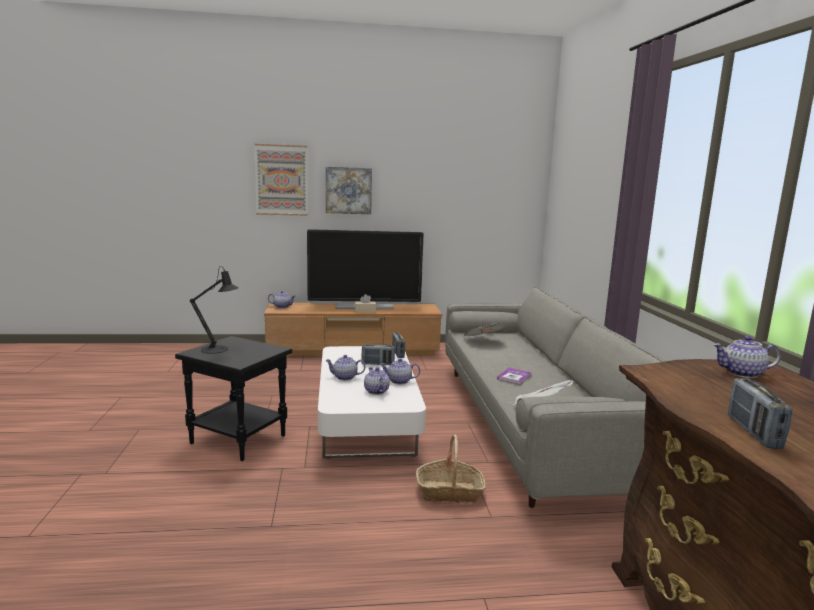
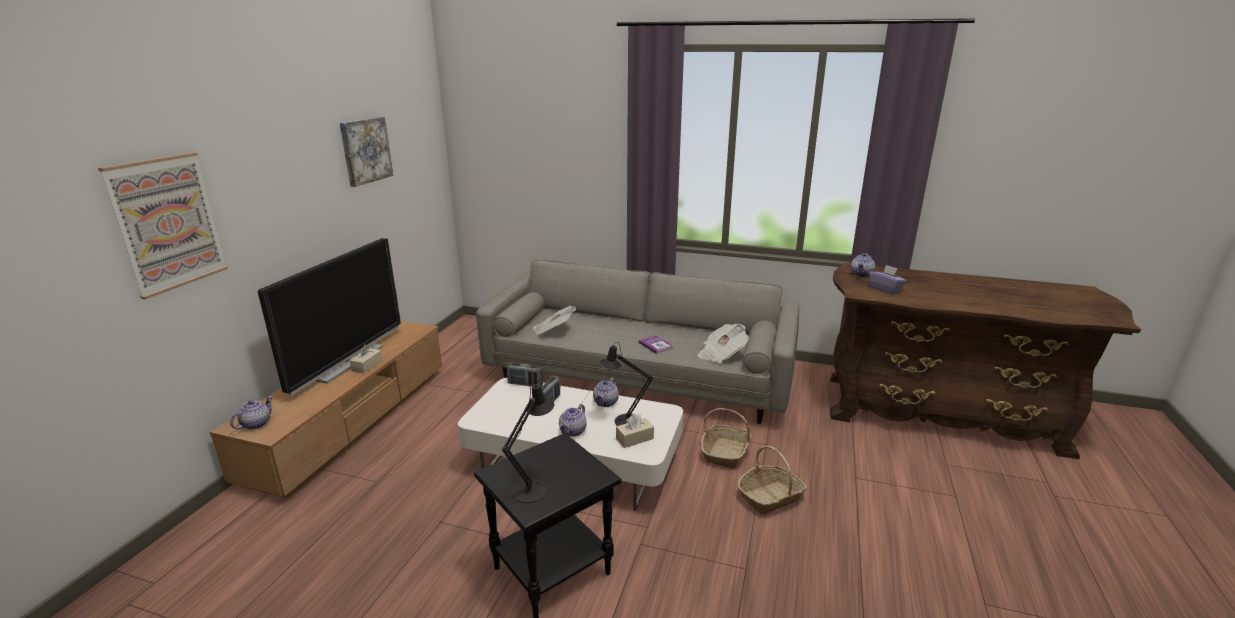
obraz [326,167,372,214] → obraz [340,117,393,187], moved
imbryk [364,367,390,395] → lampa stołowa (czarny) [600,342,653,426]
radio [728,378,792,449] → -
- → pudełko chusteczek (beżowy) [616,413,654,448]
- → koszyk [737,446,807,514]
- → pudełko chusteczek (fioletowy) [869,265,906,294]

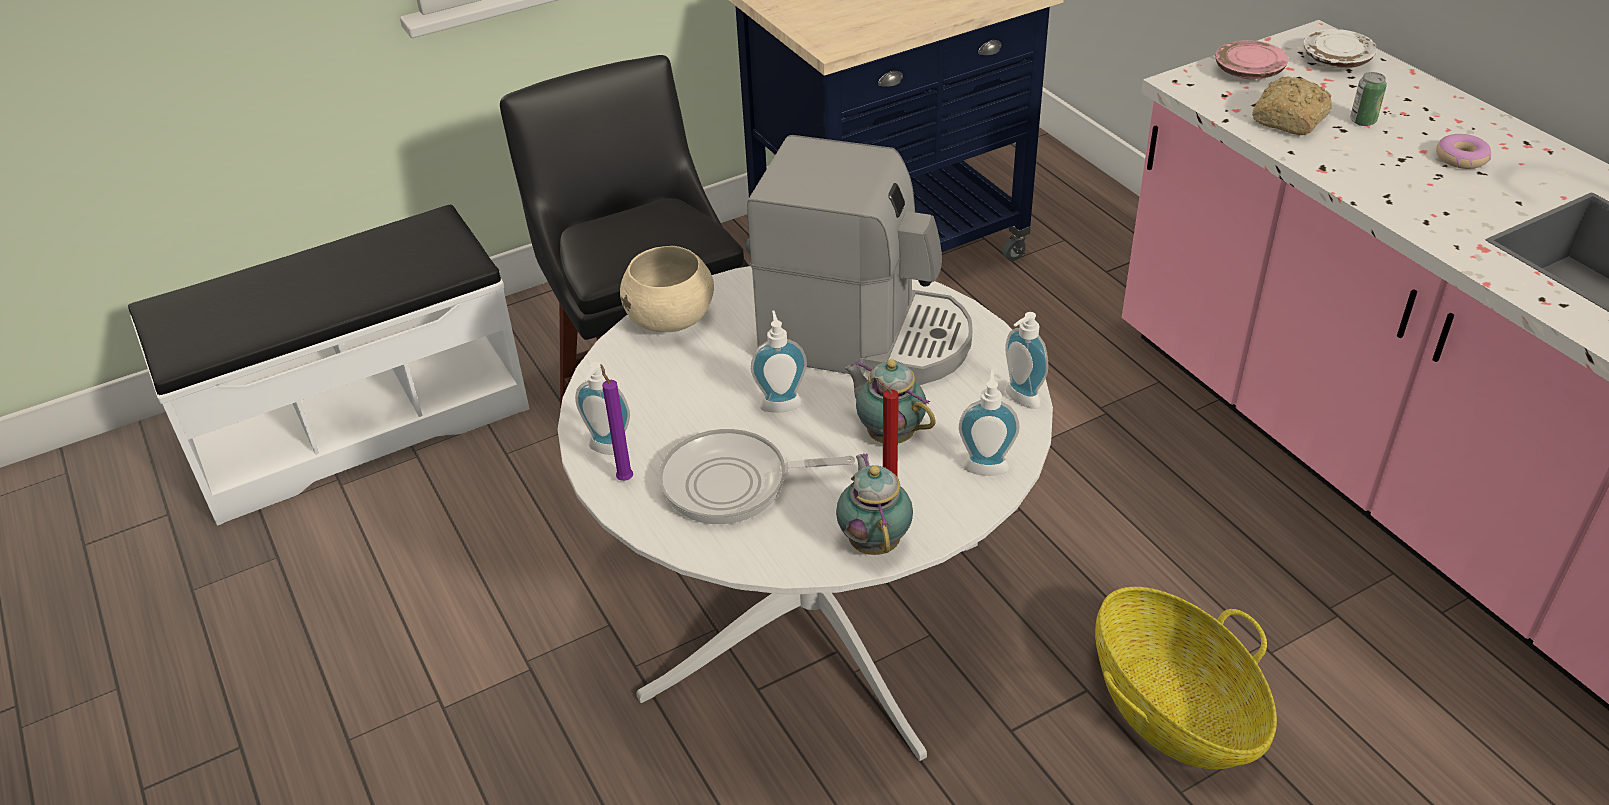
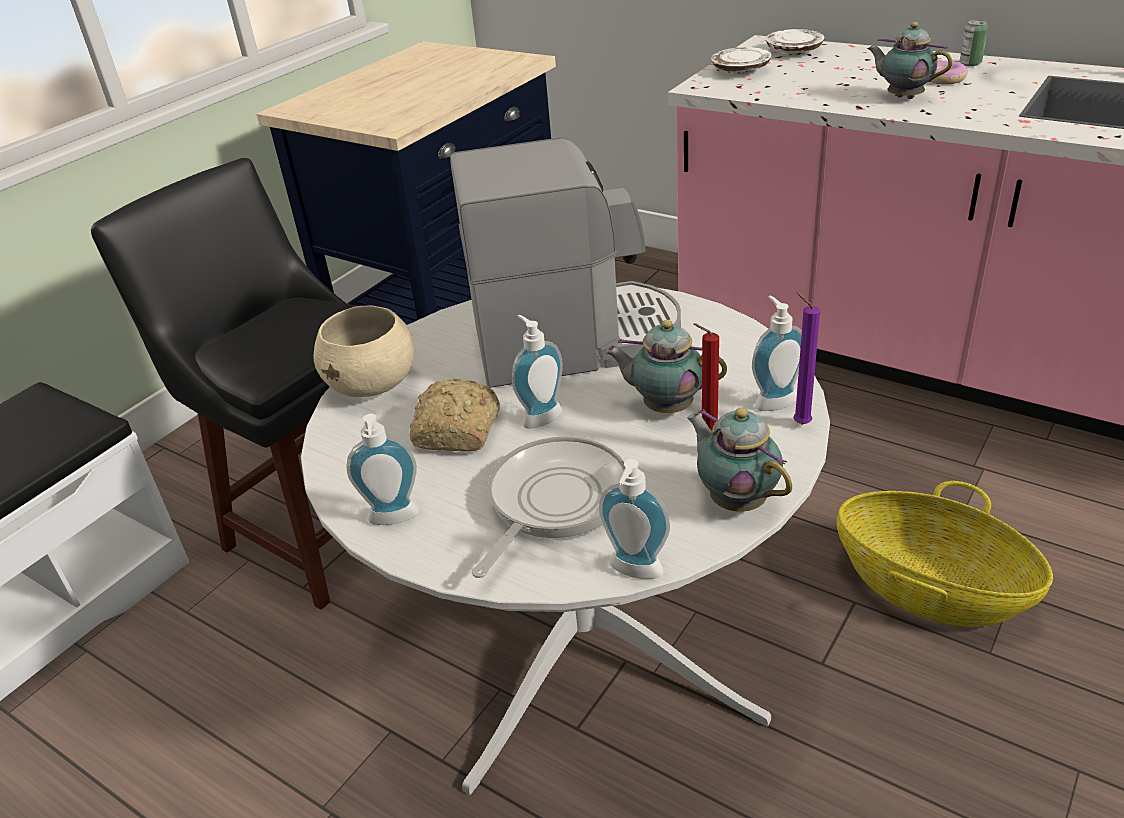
świeca (fioletowy) [601,365,633,481] → świeca (fioletowy) [793,292,820,425], moved
patelnia [659,429,855,524] → patelnia [472,436,625,578], 150 degrees clockwise
dozownik mydła [1005,312,1048,409] → dozownik mydła [599,459,670,579], moved
talerz (różowy) [1215,40,1289,80] → talerz (biały) [711,47,771,75]
chleb [1252,77,1332,135] → chleb [410,379,500,452], moved
puszka [1350,72,1387,126] → puszka [960,20,988,66], moved
- → imbryk [867,22,952,99]

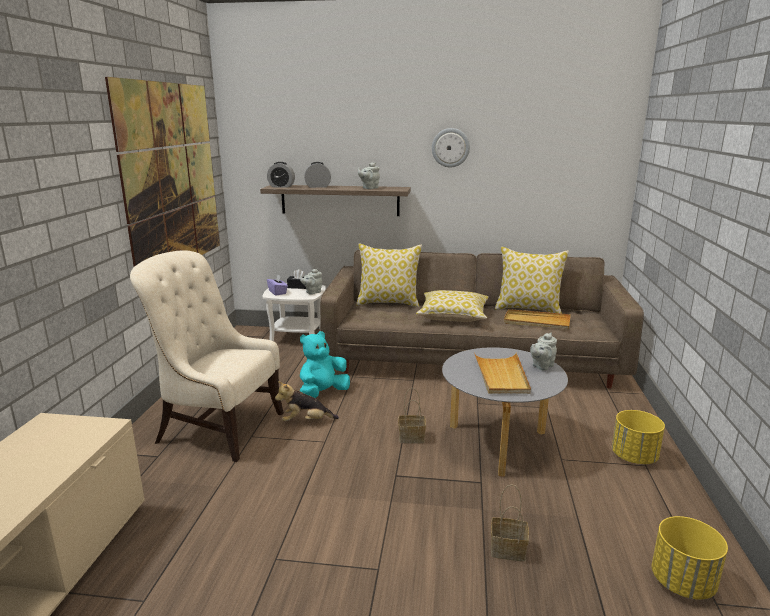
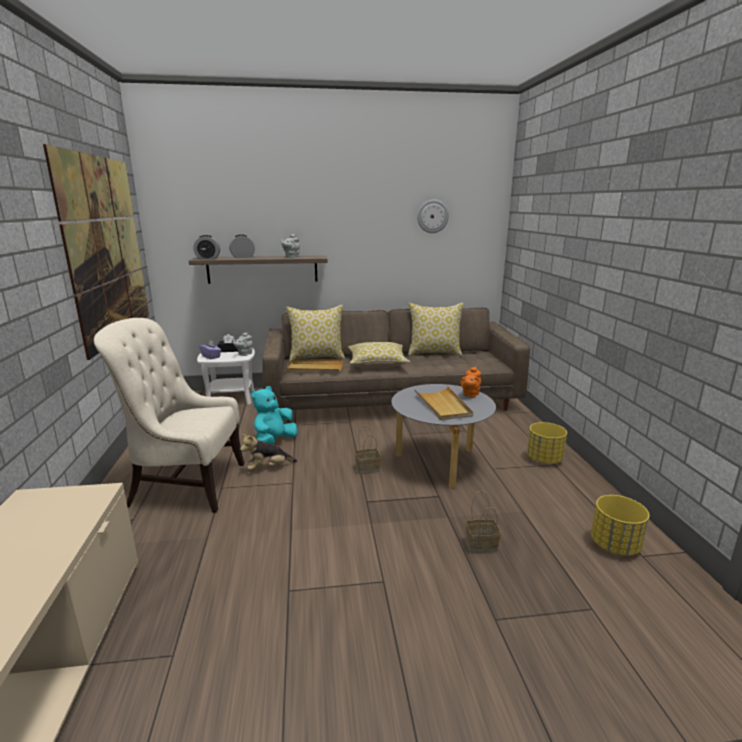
zegar ścienny [432,128,470,167] → zegar ścienny [417,200,449,233], moved
taca (beżowy) [504,309,571,329] → taca (beżowy) [285,360,343,372], moved
imbryk (szary) [530,333,557,370] → imbryk (pomarańczowy) [460,366,481,398]

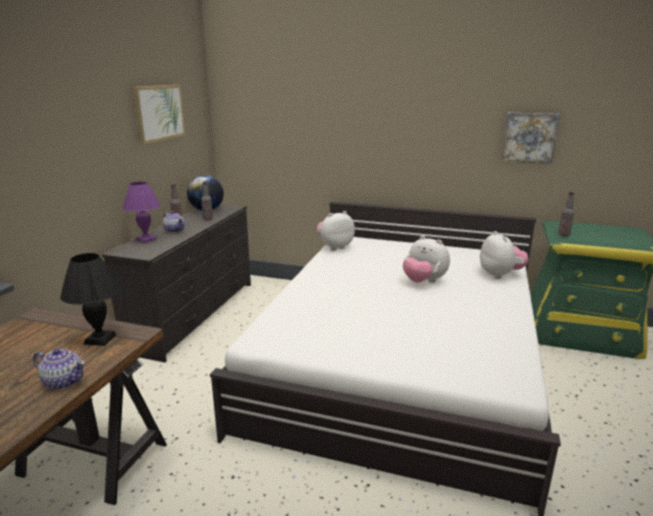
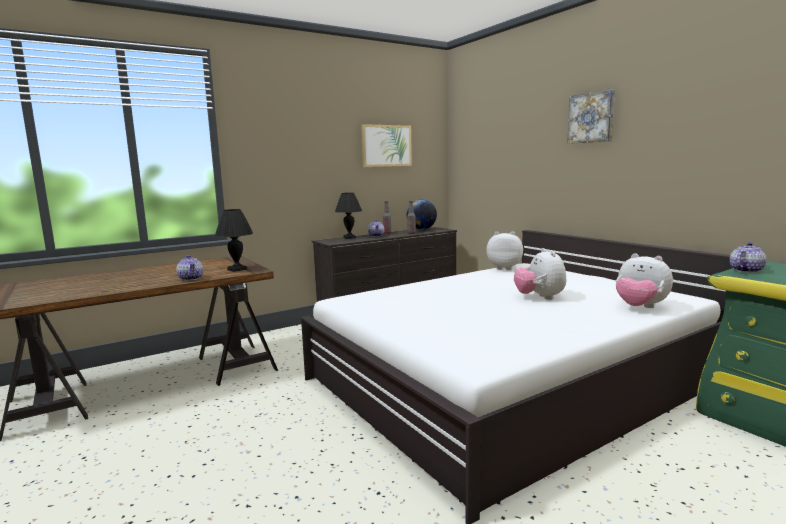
lampa stołowa (fioletowy) [123,182,160,243] → lampa stołowa (czarny) [335,193,362,239]
pluszak [480,231,529,279] → pluszak [616,253,673,308], 105 degrees clockwise
obraz [502,113,560,164] → obraz [567,90,615,144], moved
butelka [558,192,575,236] → imbryk [730,242,767,273]

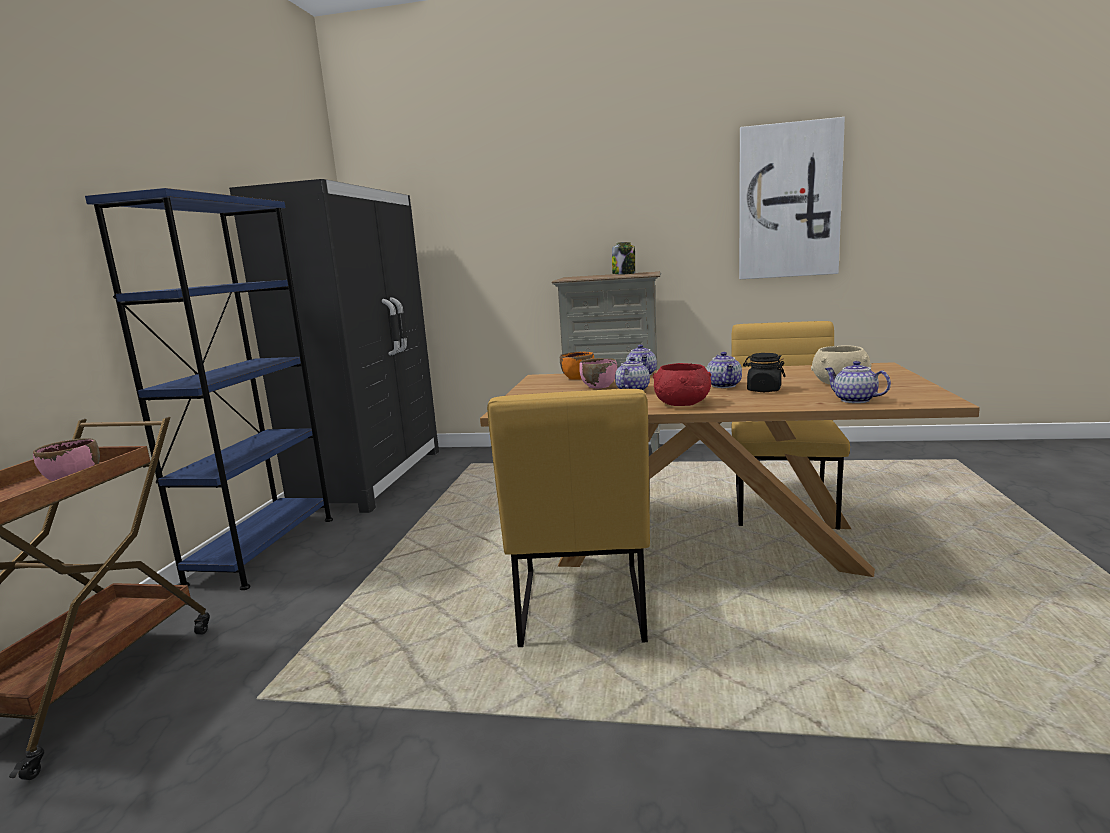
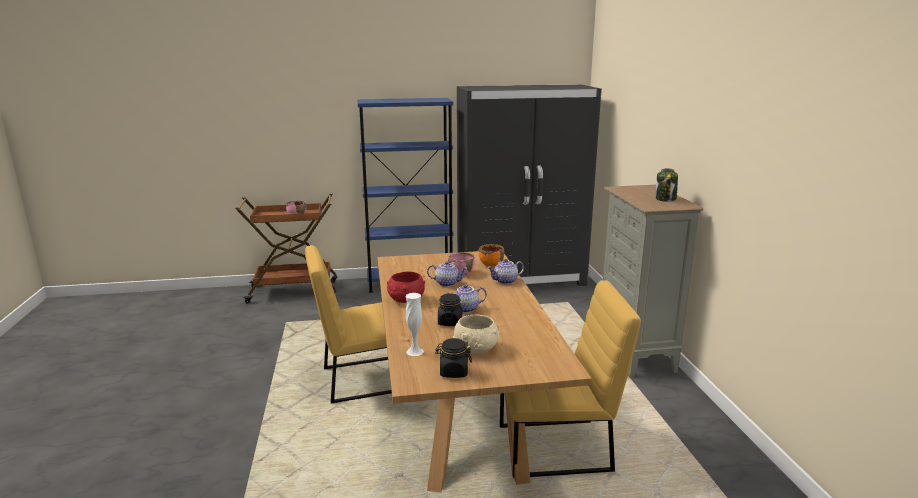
obraz [739,117,845,279] → -
imbryk [824,361,891,403] → wazon (biały) [406,293,424,356]
- → słoik (czarny) [435,338,472,378]

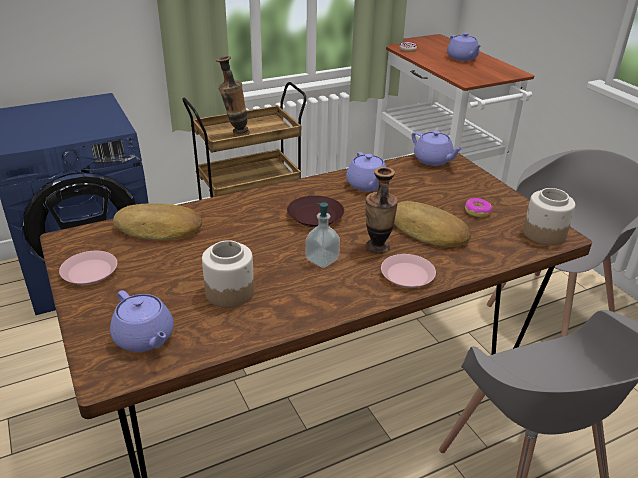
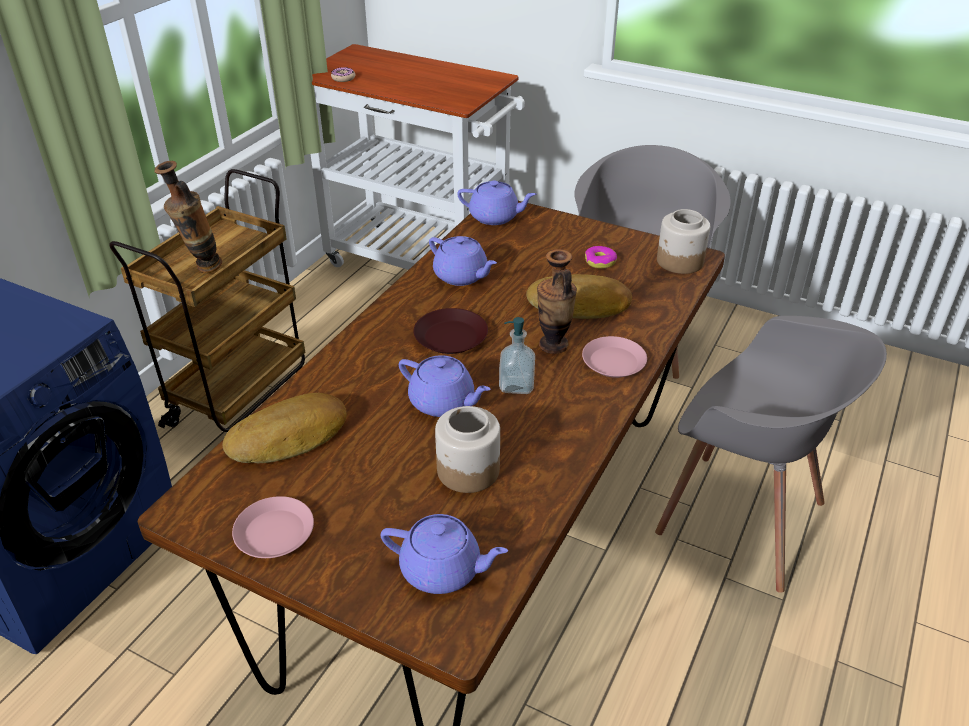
imbryk (fioletowy) [447,33,481,61] → imbryk (fioletowy) [399,355,490,417], moved

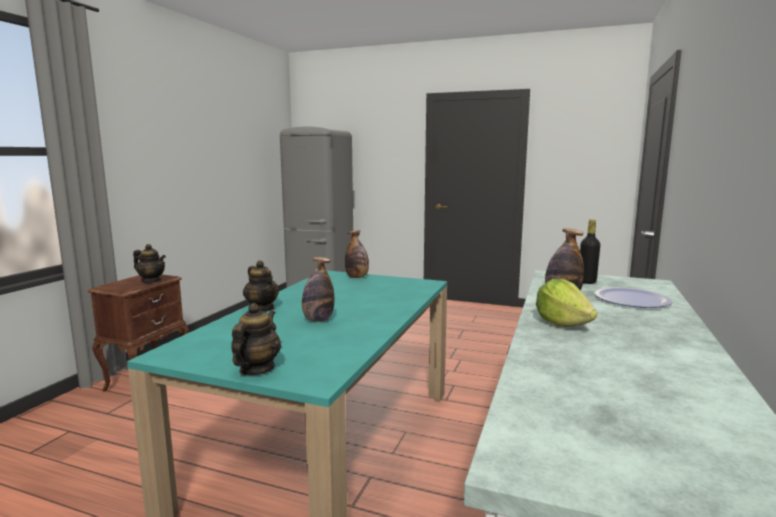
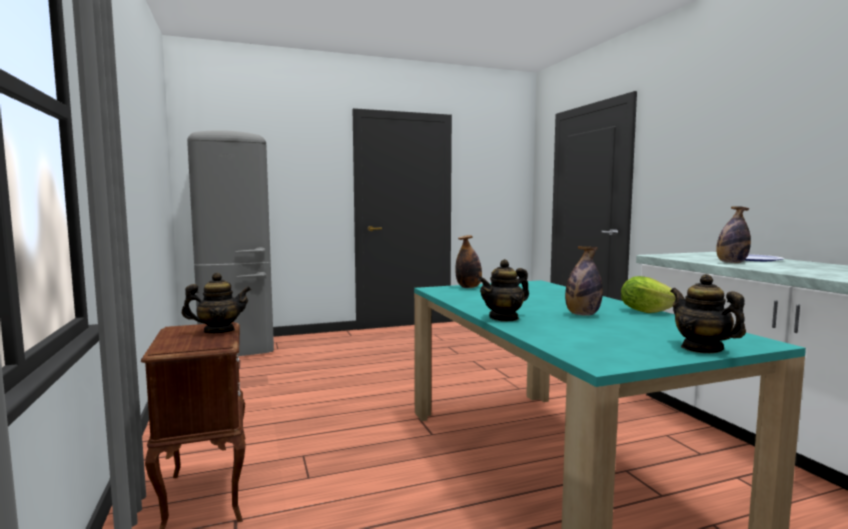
imbryk [243,260,279,311] → imbryk [478,259,529,322], 135 degrees clockwise
sałata [536,279,597,327] → sałata [621,276,676,313], moved
butelka (czarny) [580,220,600,284] → -

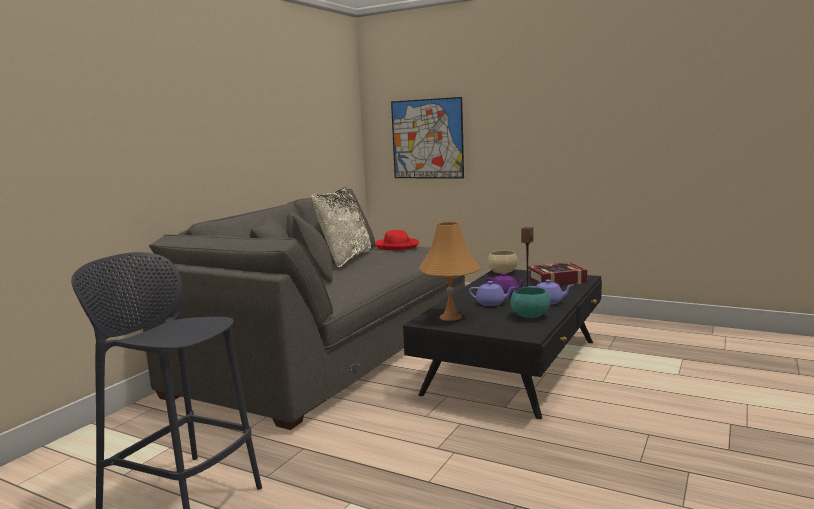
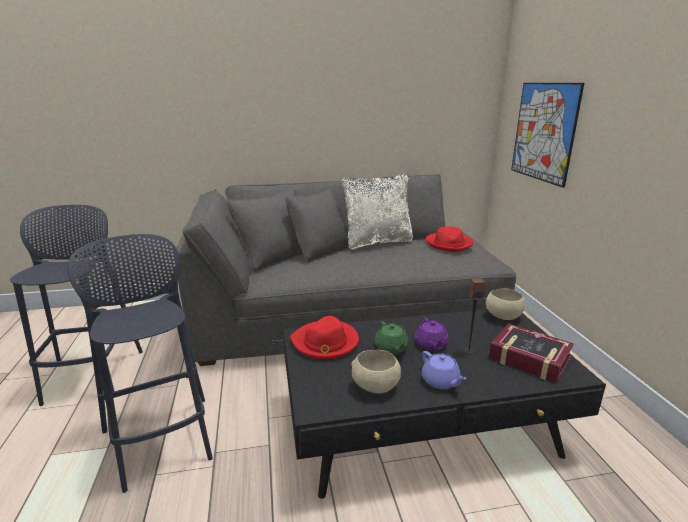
lampa stołowa (pomarańczowy) [419,222,481,321] → kapelusz (czerwony) [290,316,359,360]
imbryk (fioletowy) [469,281,515,306] → imbryk (zielony) [375,321,409,354]
miska (turkusowy) [510,287,550,318] → miska (beżowy) [351,350,401,394]
- → stołek (szary) [68,234,213,493]

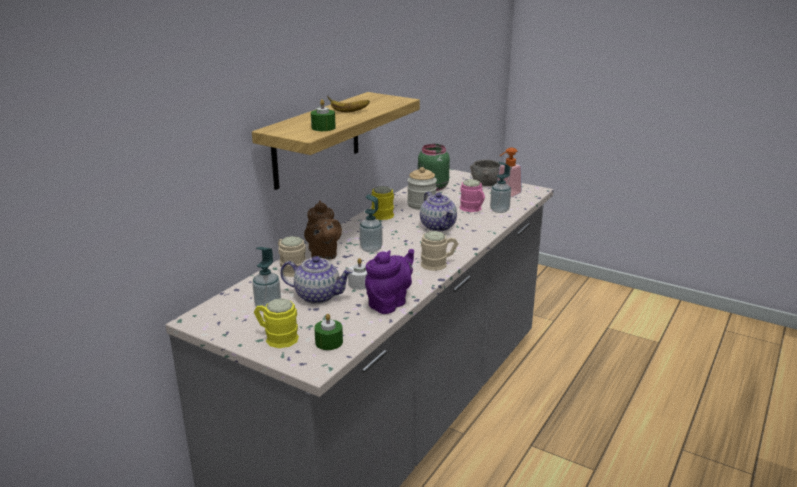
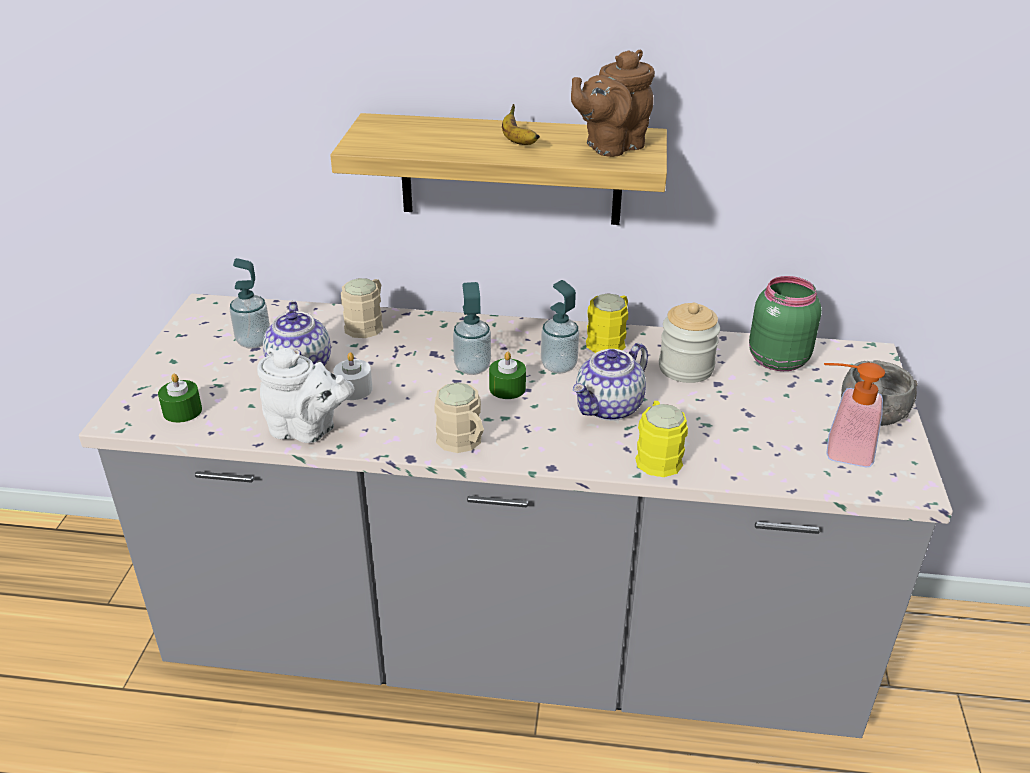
kubek (żółty) [254,298,299,348] → kubek (żółty) [635,401,688,477], moved
imbryk (brązowy) [304,201,342,259] → imbryk (brązowy) [571,50,655,157], moved
świeca (zielony) [311,99,336,131] → świeca (zielony) [489,352,526,399], moved
imbryk (fioletowy) [365,249,414,314] → imbryk (biały) [257,348,354,443]
kubek (różowy) [460,179,485,212] → -
dozownik mydła [490,162,511,213] → dozownik mydła [541,280,579,374], moved

